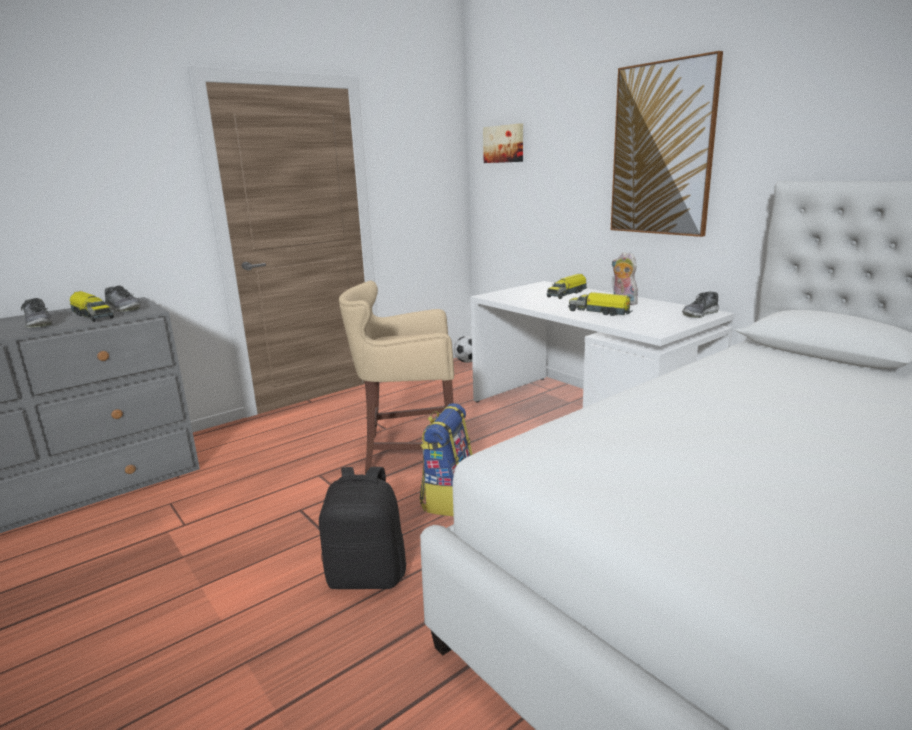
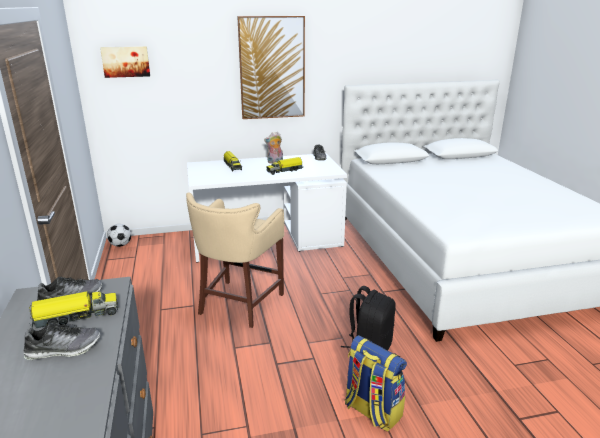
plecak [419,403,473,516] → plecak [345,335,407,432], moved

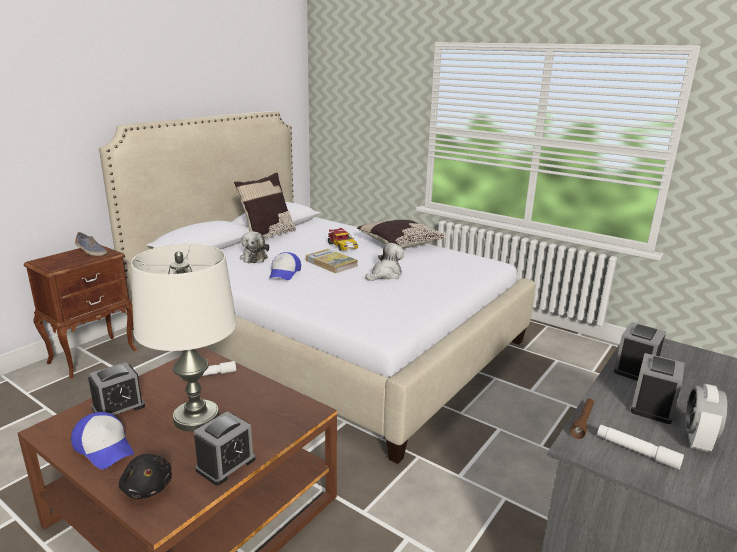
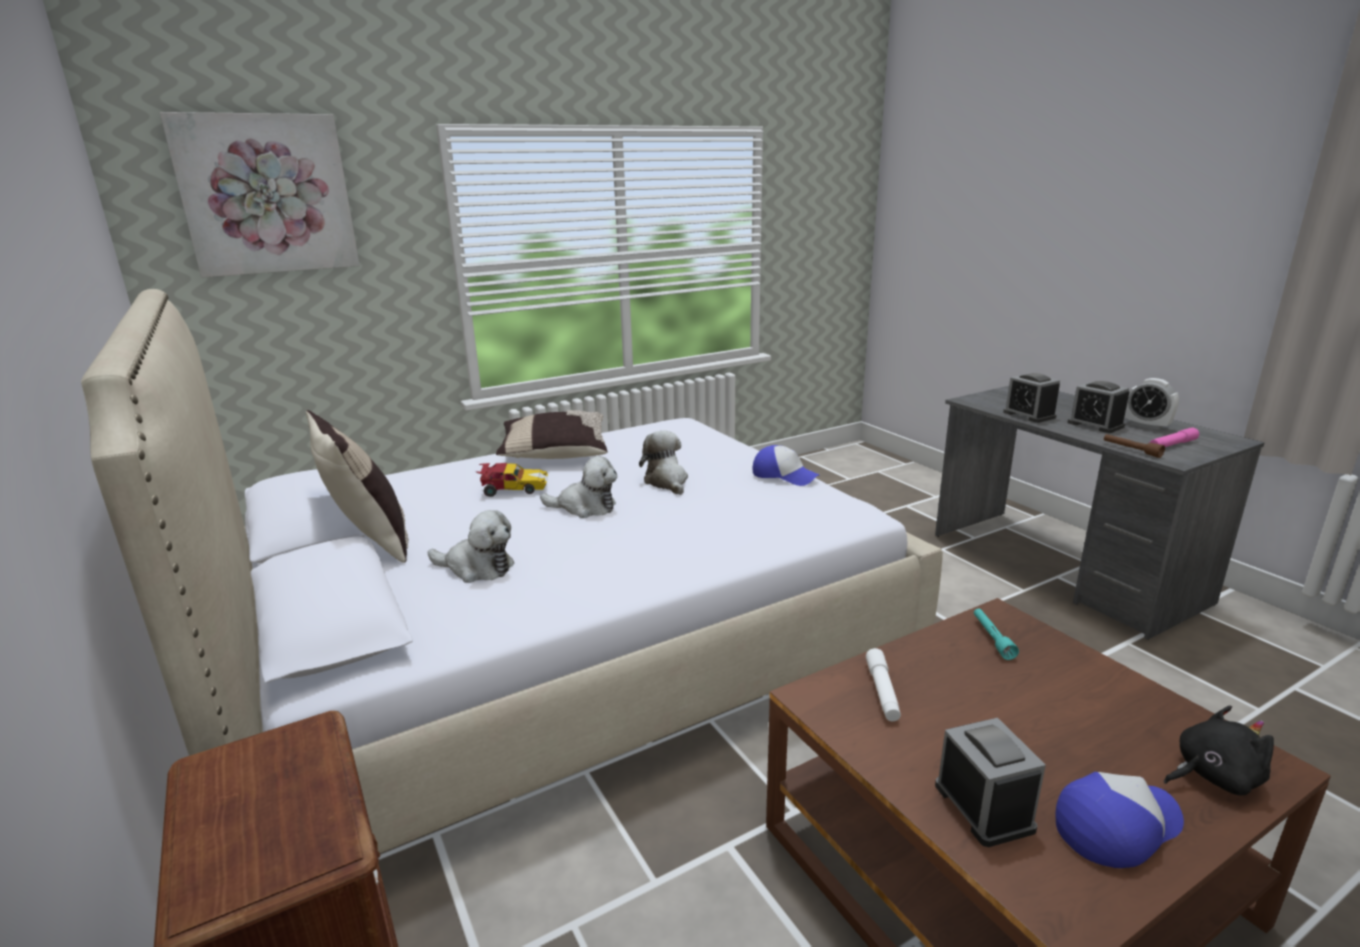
but [75,232,107,256] → -
lampa stołowa (biały) [131,244,237,431] → -
budzik [194,412,255,485] → -
czapka z daszkiem [269,252,301,280] → czapka z daszkiem [752,445,819,486], moved
książka [306,249,358,273] → pluszak [540,456,617,518]
latarka (biały) [597,425,684,470] → latarka (różowy) [1150,428,1199,447]
- → obraz [160,112,360,278]
- → latarka (turkusowy) [974,608,1019,660]

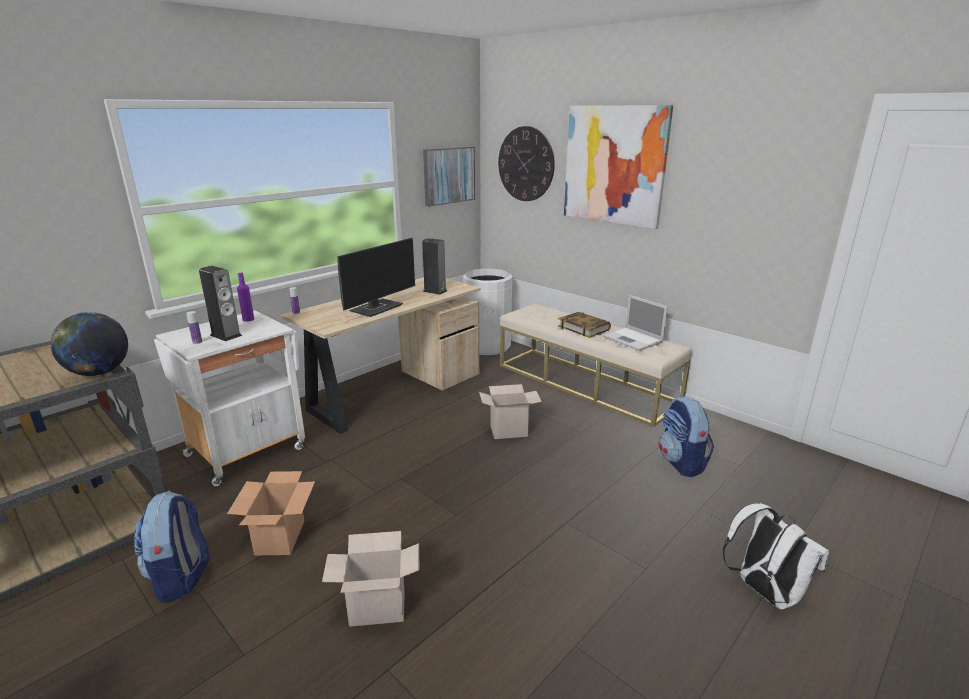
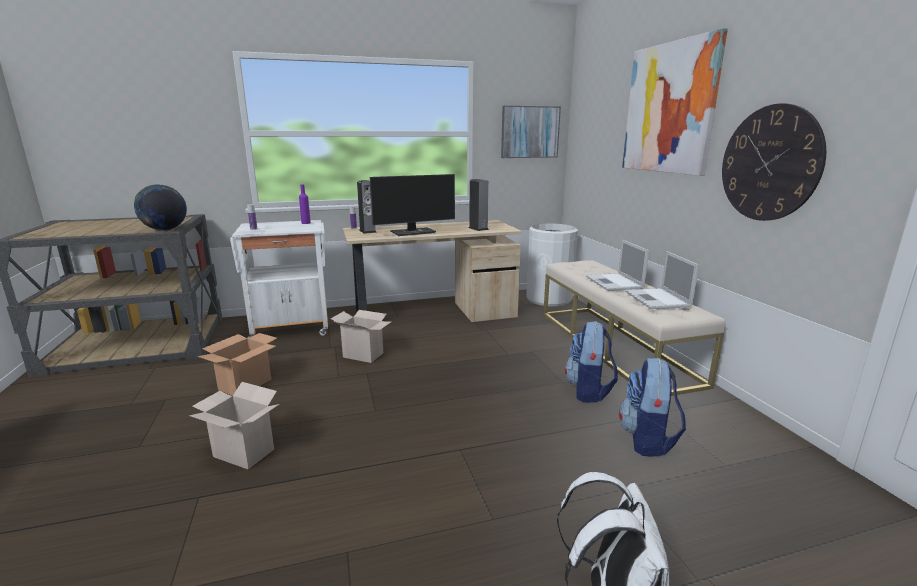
plecak [134,491,209,603] → plecak [565,321,618,402], moved
głośnik [199,266,242,341] → głośnik [357,180,377,234], moved
karton [479,384,542,439] → karton [331,310,392,363], moved
zegar ścienny [498,126,555,201] → zegar ścienny [722,103,826,221], moved
książka [558,312,611,338] → laptop [586,240,649,291]

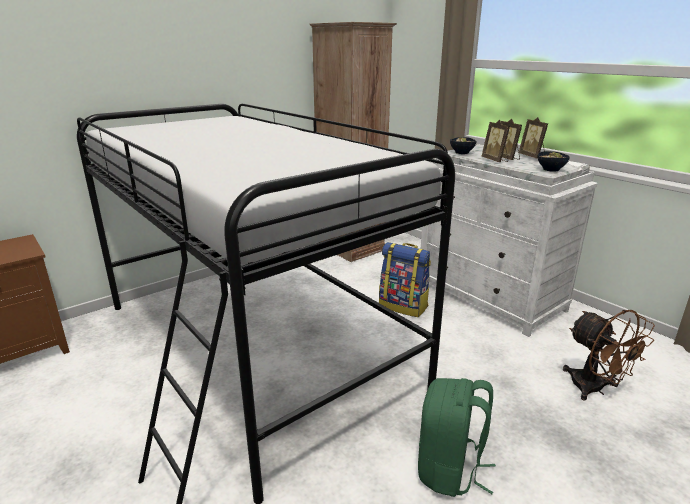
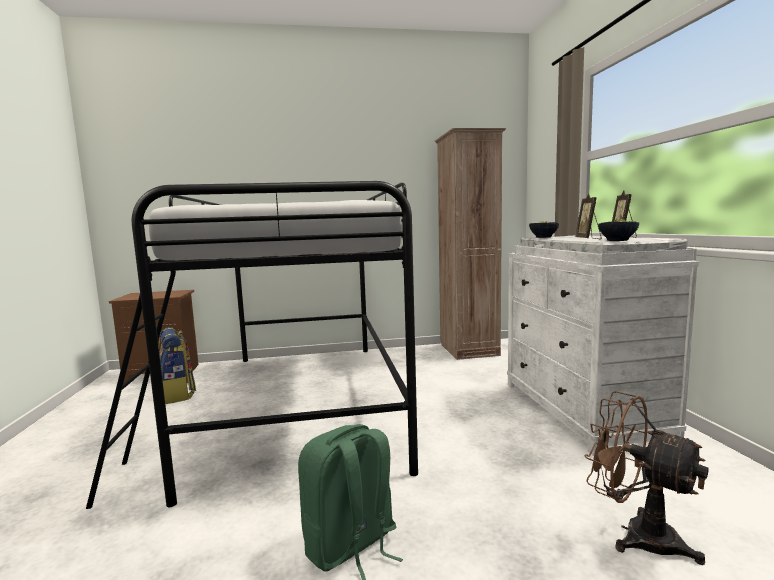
plecak [379,242,431,317] → plecak [159,327,196,404], moved
ramka na zdjęcie [482,120,510,162] → -
wentylator (brązowy) [563,310,655,401] → wentylator (brązowy) [585,391,709,565], 135 degrees clockwise

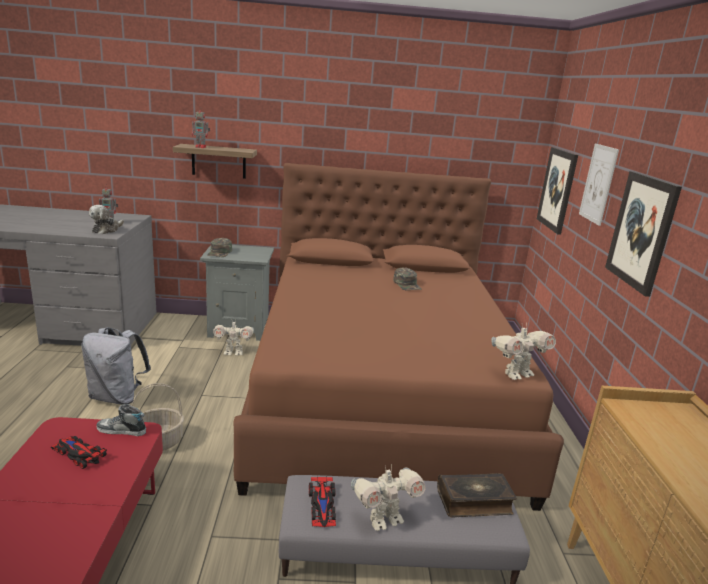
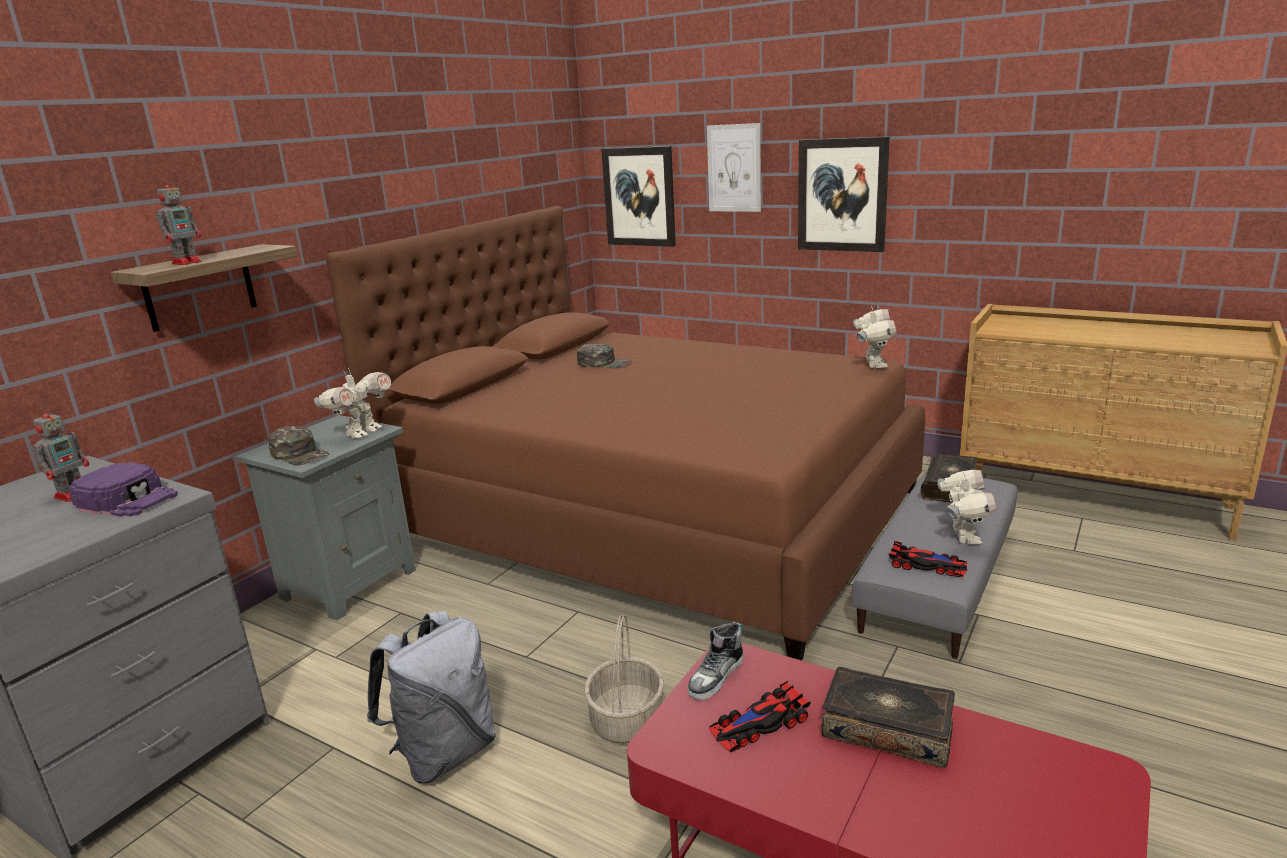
pluszak [89,205,124,234] → czapka z daszkiem (fioletowy) [69,462,178,517]
robot zabawkowy [213,320,254,355] → robot zabawkowy [314,368,391,438], moved
- → książka [822,667,955,768]

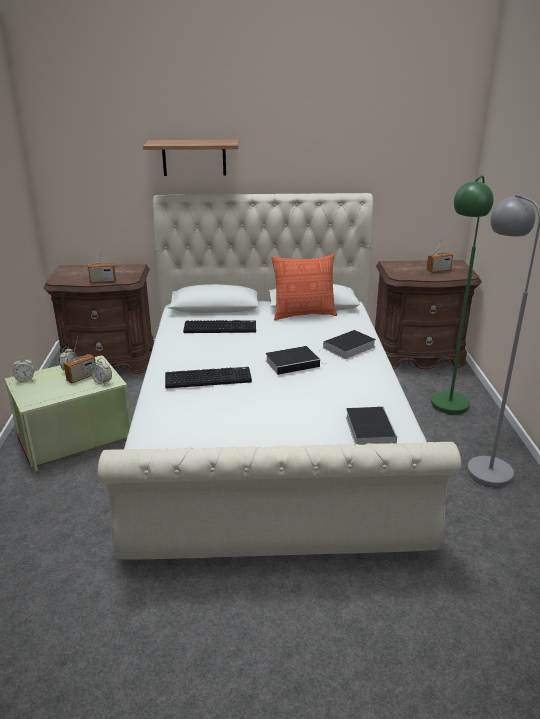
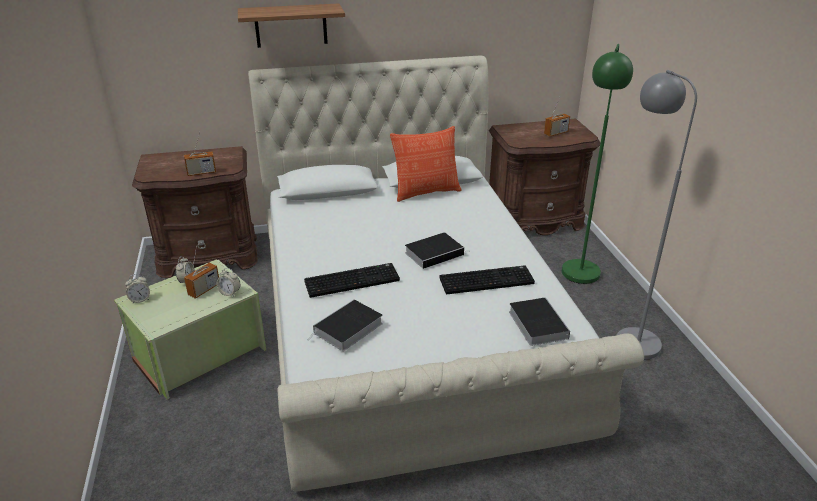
klawiatura [183,320,256,333] → klawiatura [440,265,535,294], moved
książka [319,330,376,359] → książka [308,300,383,351], moved

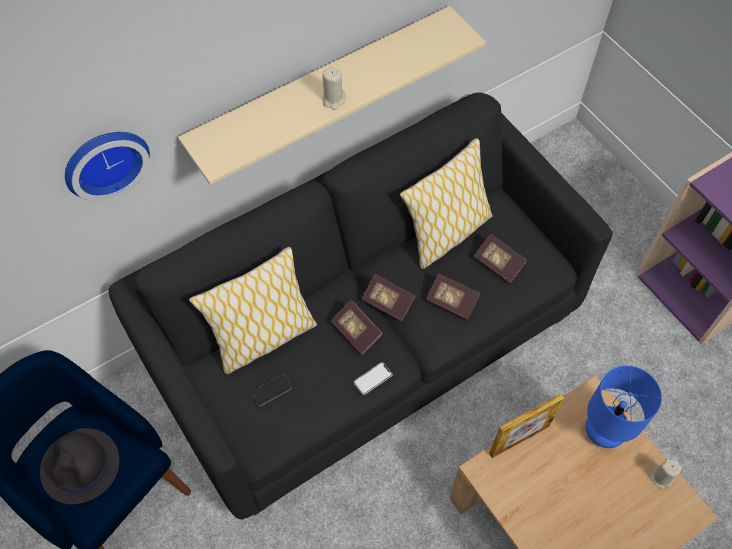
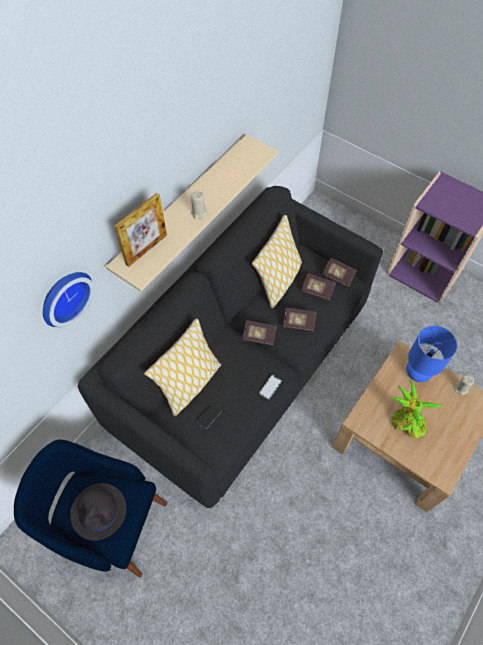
książka [330,300,383,355] → książka [322,258,357,287], moved
ramka na zdjęcie [489,394,564,458] → ramka na zdjęcie [114,193,167,267], moved
- → roślina doniczkowa [391,379,443,438]

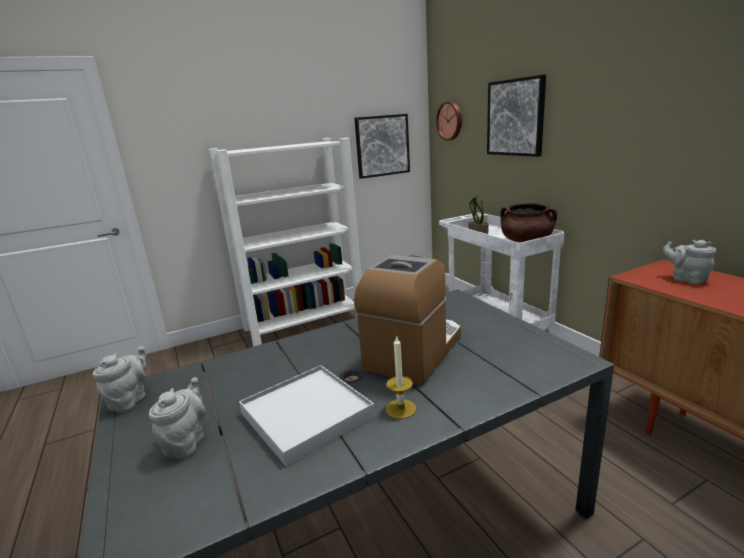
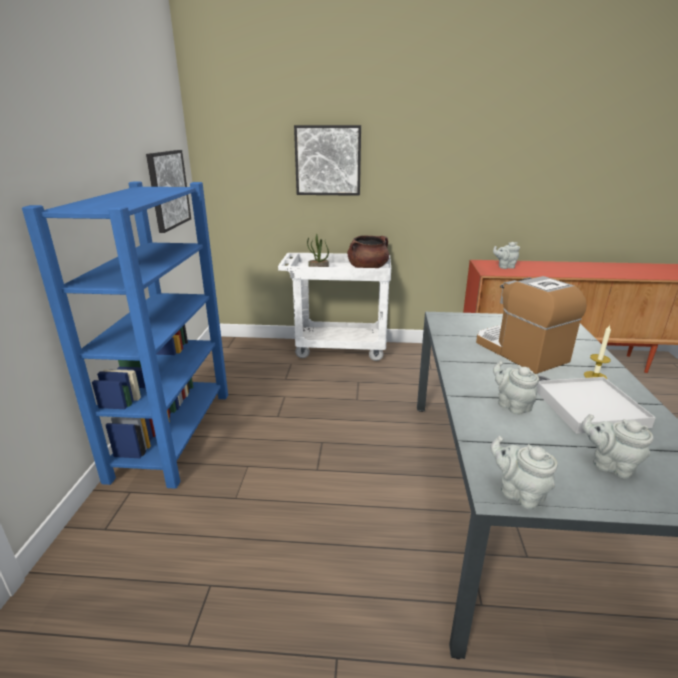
regał (biały) [209,138,361,347] → regał (niebieski) [22,181,228,489]
zegar ścienny [436,102,462,141] → -
- → imbryk (szary) [493,361,539,415]

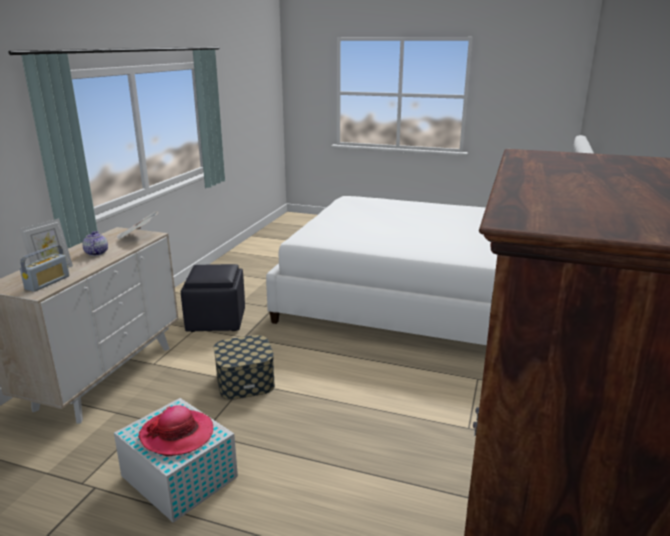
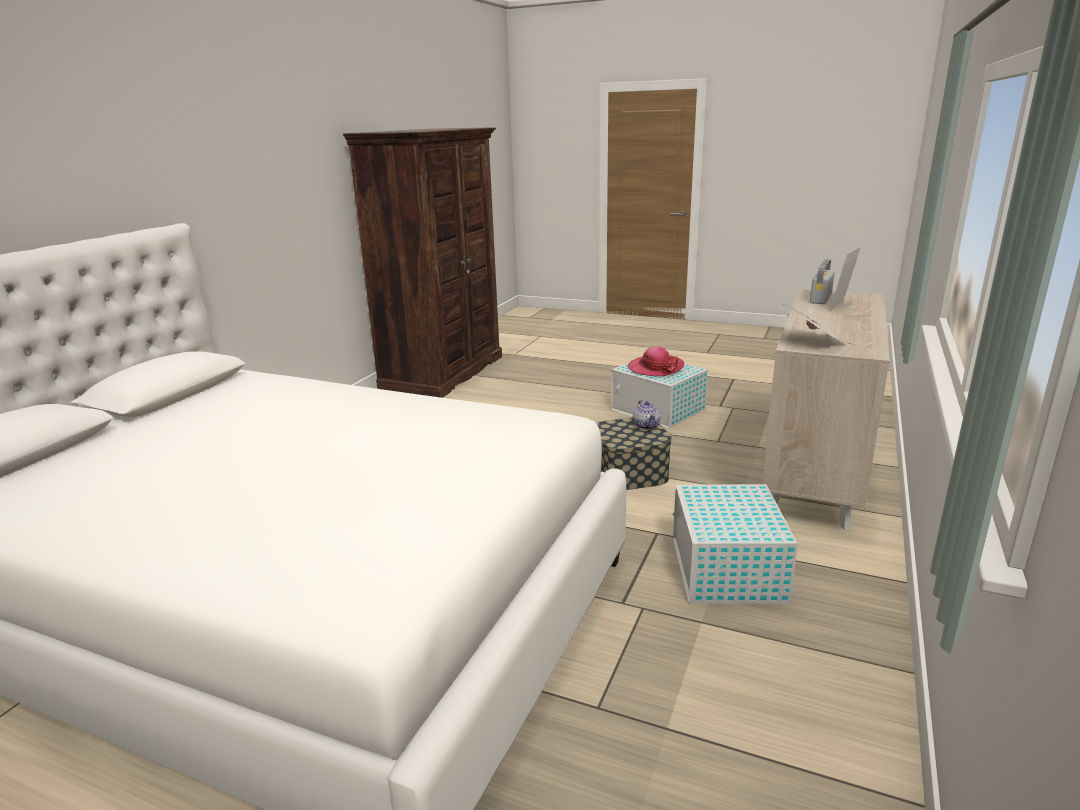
imbryk [82,231,108,256] → imbryk [633,400,661,430], moved
pufa (czarny) [181,264,245,332] → pojemnik do przechowywania (biały) [673,484,798,604]

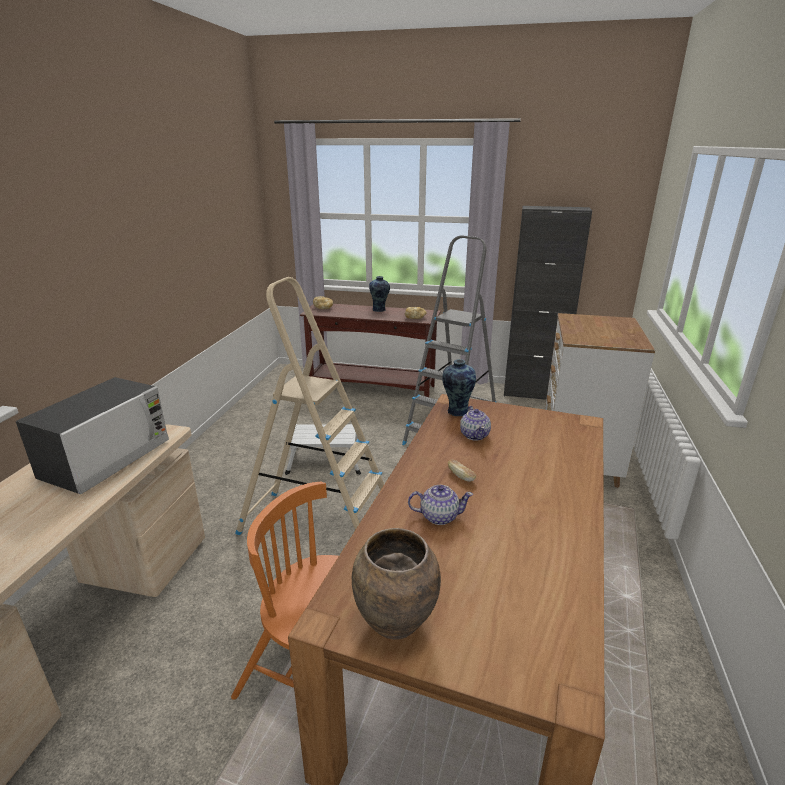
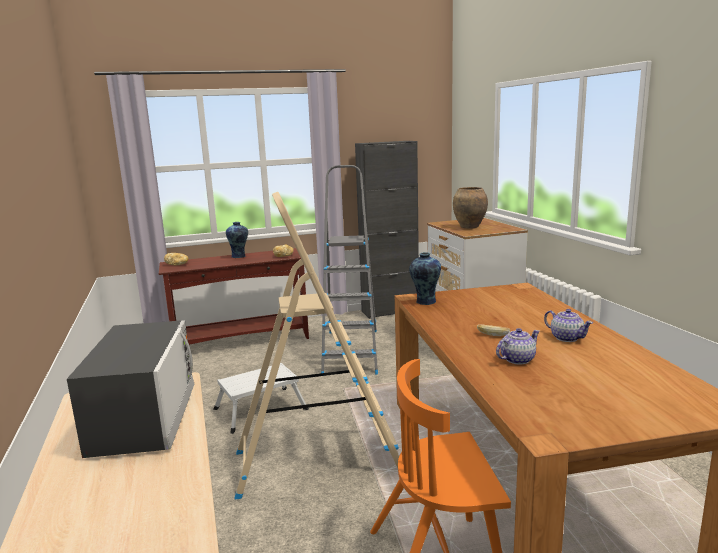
wazon (brązowy) [352,528,441,640] → wazon (brązowy) [453,187,488,229], moved
imbryk [460,406,491,441] → imbryk [544,309,593,342], moved

